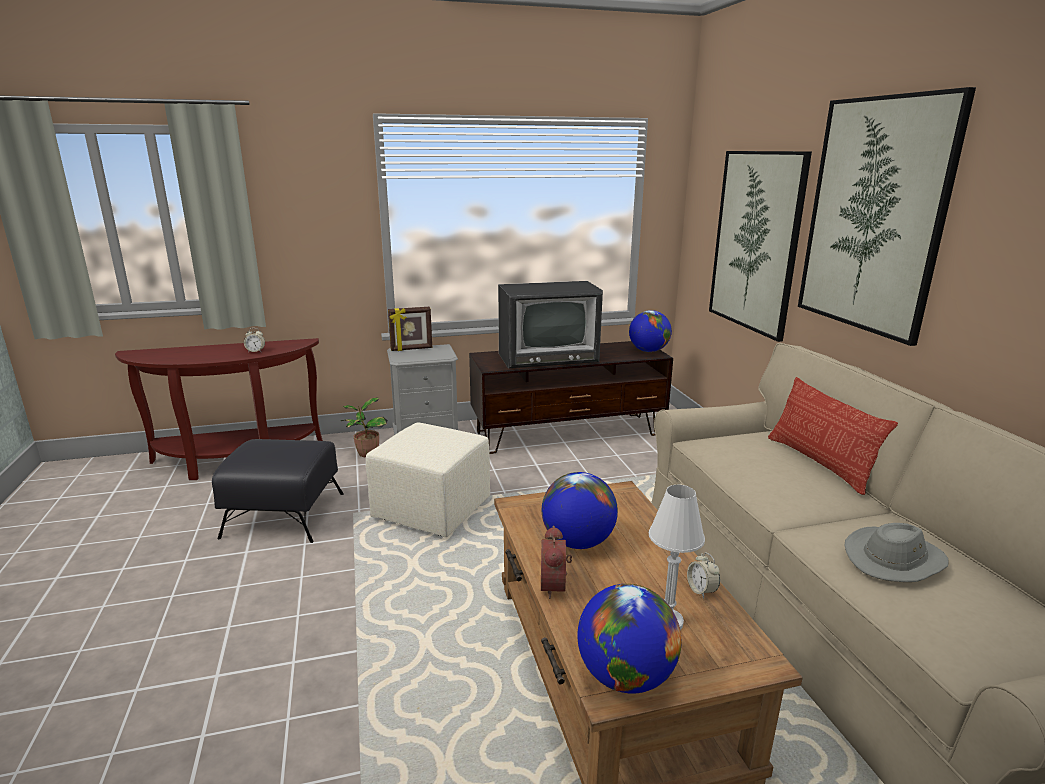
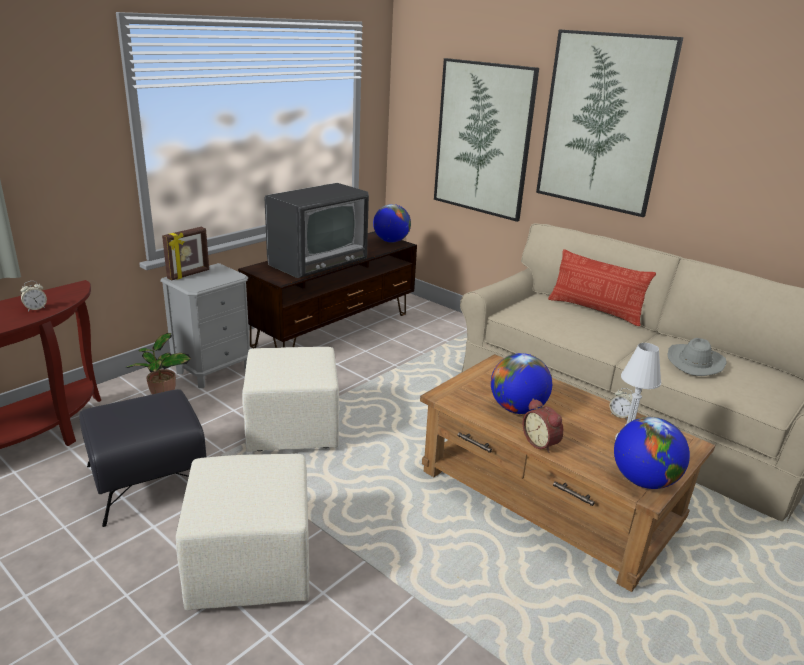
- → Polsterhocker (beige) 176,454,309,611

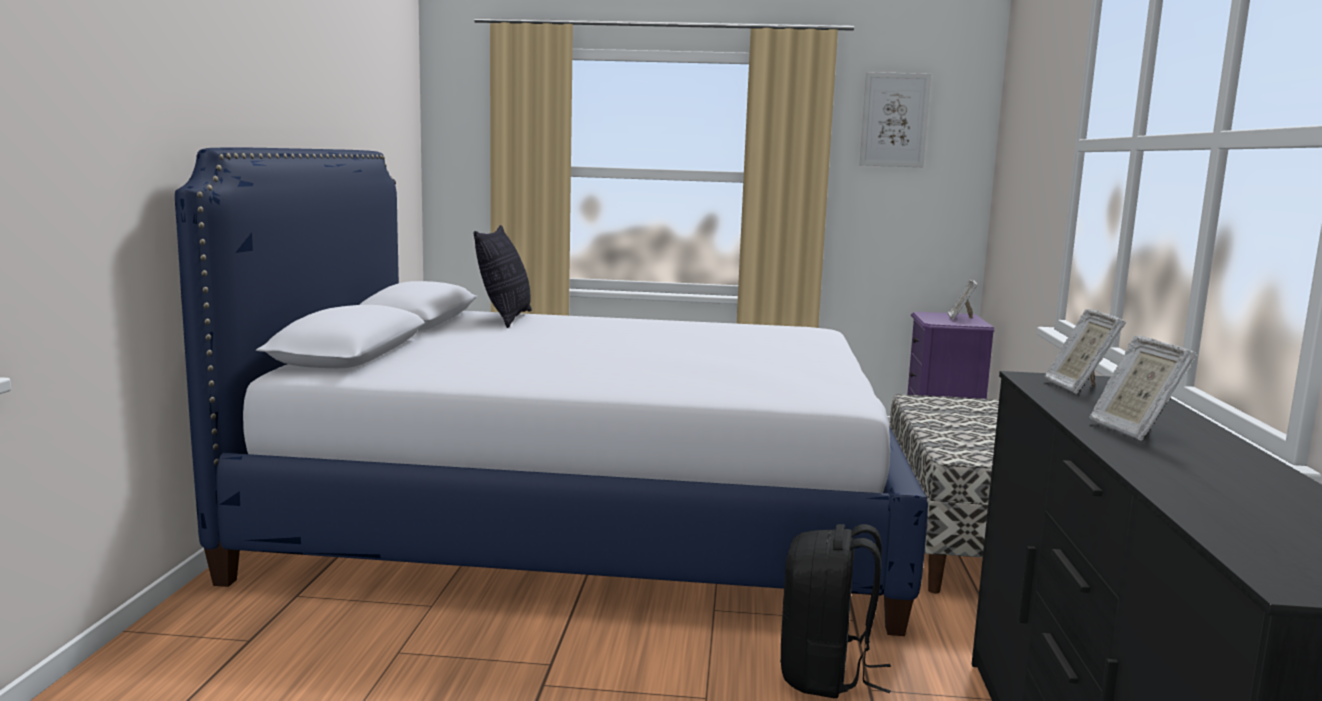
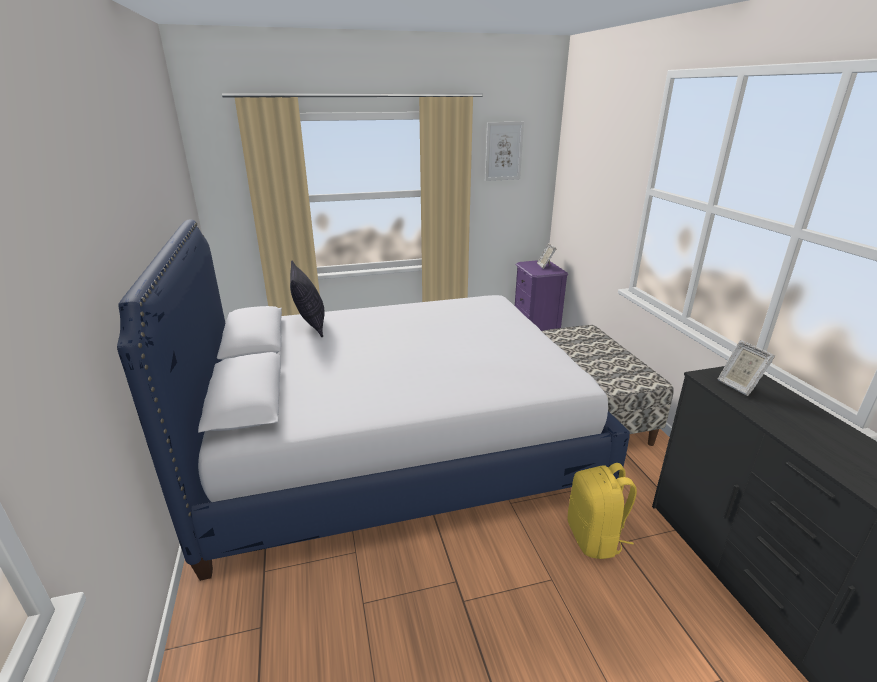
Rucksack (schwarz) 780,524,891,698 → Rucksack (gelb) 568,463,637,559
Bilderrahmen 1089,336,1196,441 → -

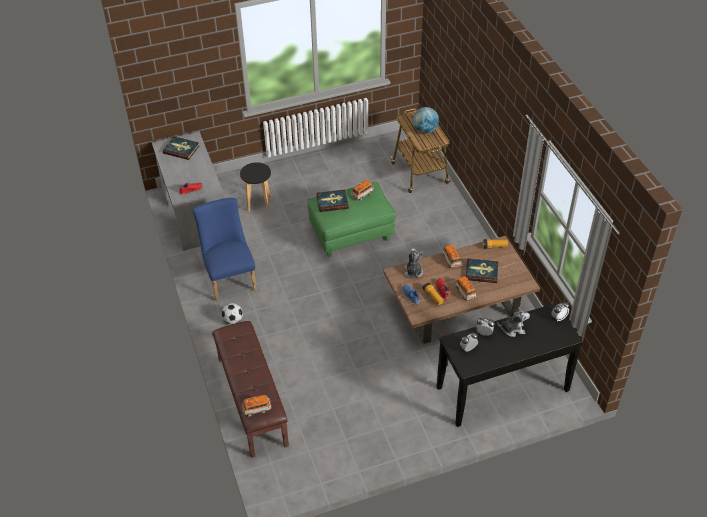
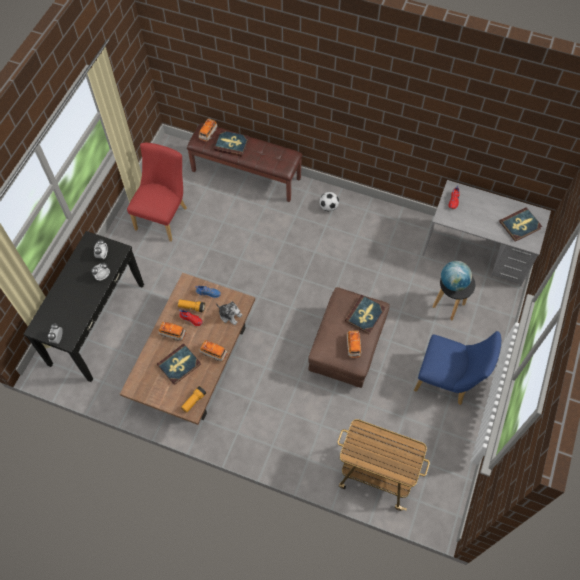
- → Stuhl (rot) 127,143,187,242
- → Buch 214,130,249,157
Polsterhocker (grün) 308,182,395,257 → Polsterhocker (braun) 308,287,390,388
Stuhl (blau) 193,198,257,302 → Stuhl (blau) 414,331,501,405, moved
Globus 413,107,439,133 → Globus 441,261,472,291, moved
Plüschtier 497,307,530,337 → -

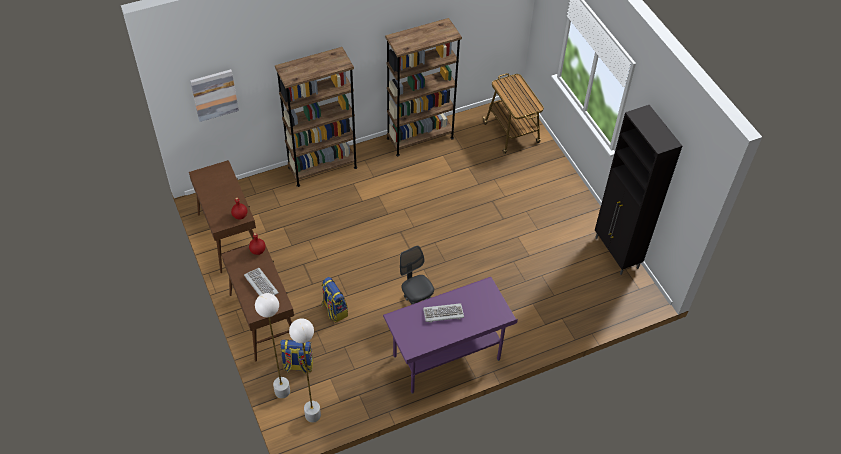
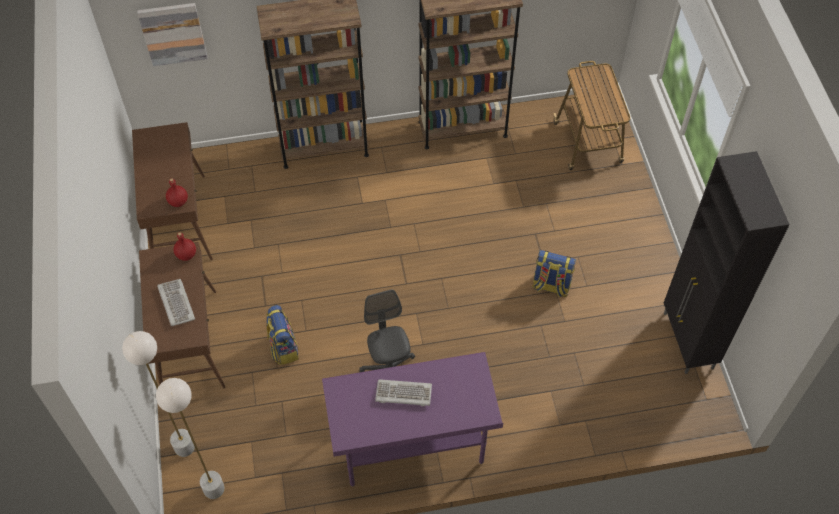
Rucksack 280,339,313,374 → Rucksack 532,250,576,298, moved

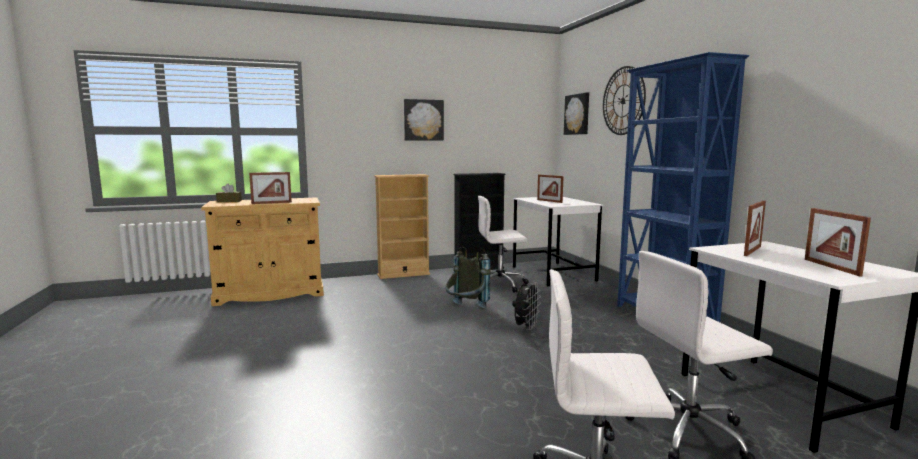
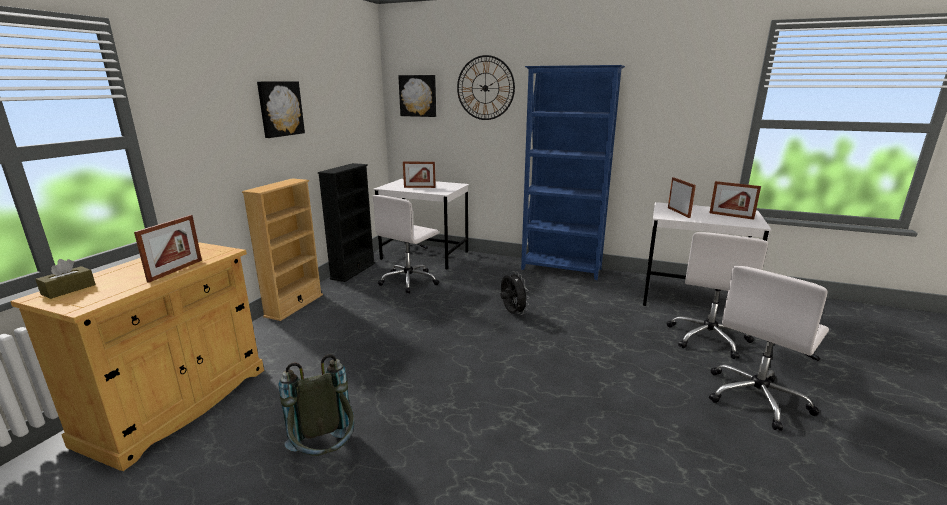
Rucksack (grau) 445,247,491,308 → Rucksack (grau) 279,354,355,456, moved

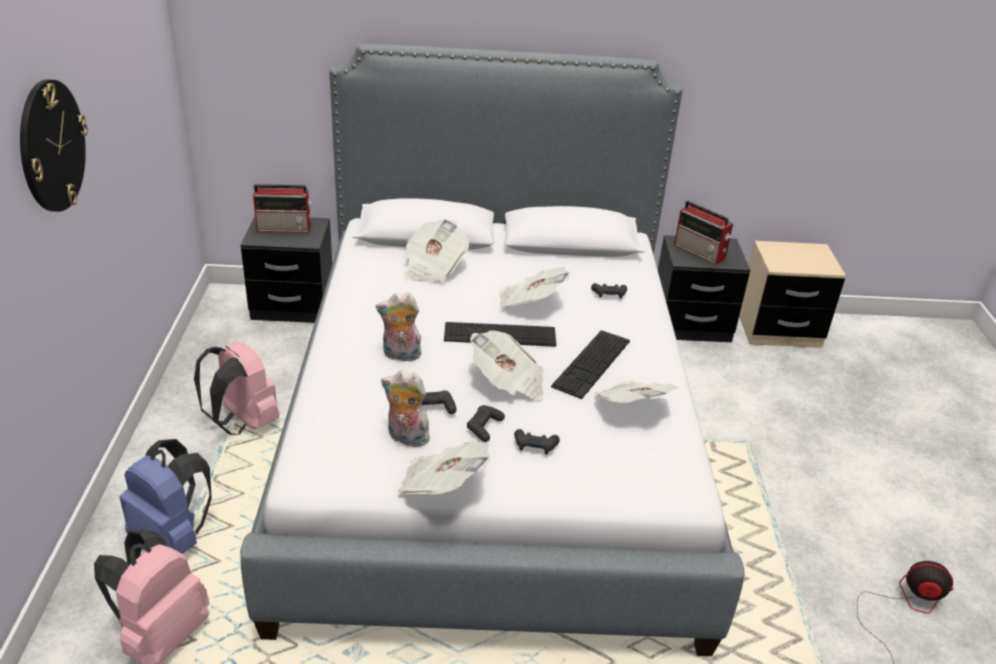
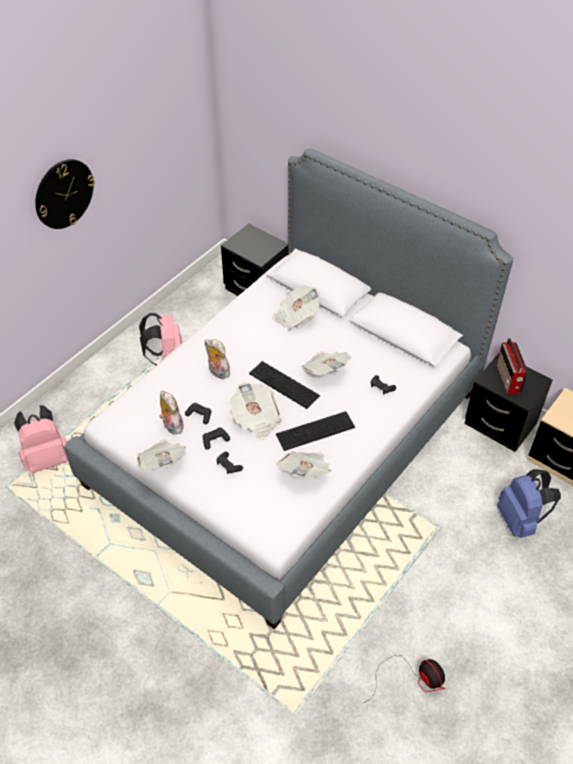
Rucksack (blau) 120,439,212,554 → Rucksack (blau) 497,469,561,538, moved
Radio 253,184,312,233 → -

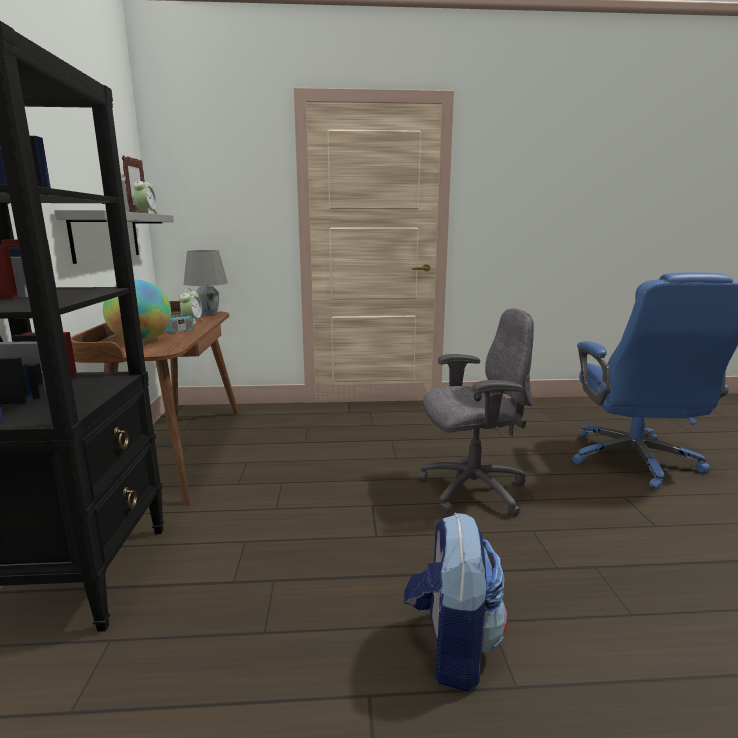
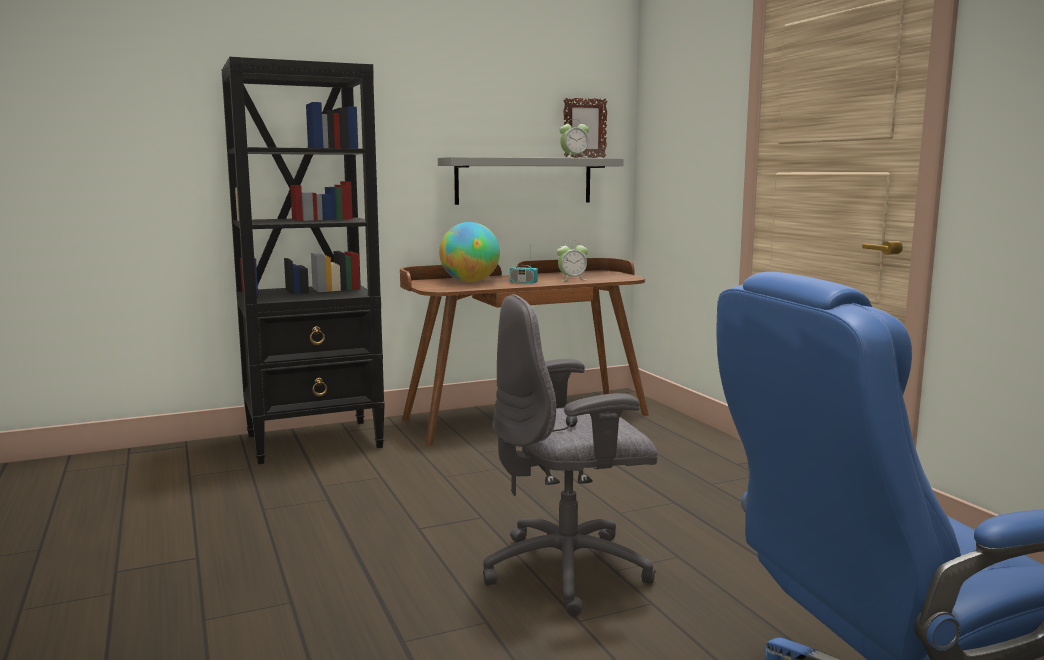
Bürostuhl (grau) 418,308,534,517 → Bürostuhl (grau) 483,294,658,616, 105 degrees clockwise
Tischlampe (grau) 184,250,228,316 → -
Rucksack 404,513,507,692 → -

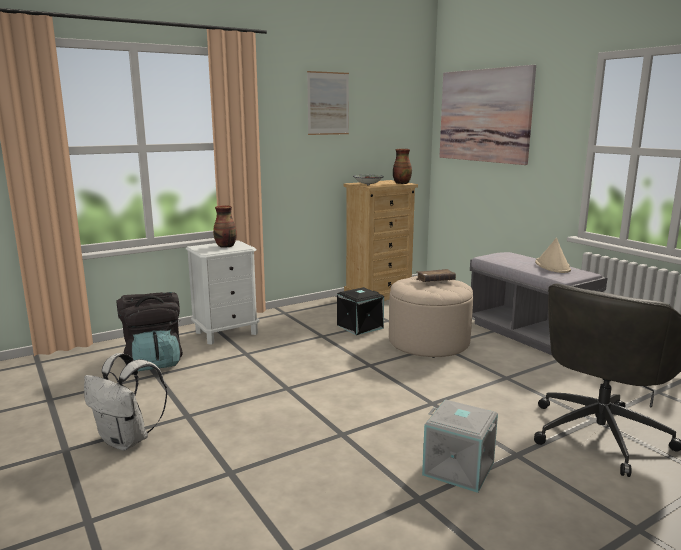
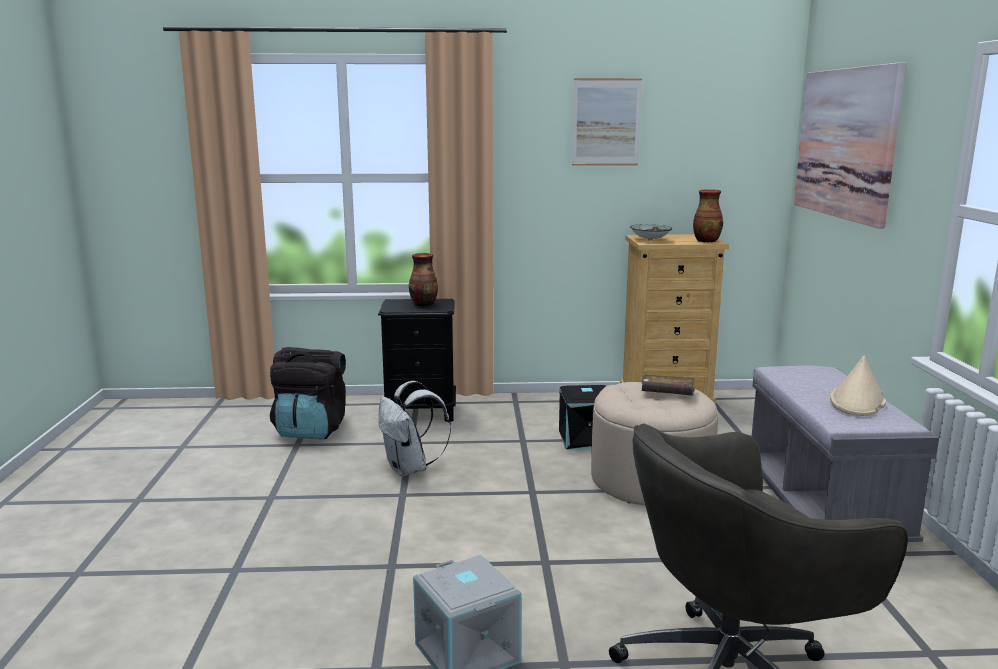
Nachttisch (weiß) 186,240,260,345 → Nachttisch (schwarz) 378,299,456,422
Rucksack (weiß) 84,353,167,451 → Rucksack (weiß) 378,381,451,477, moved

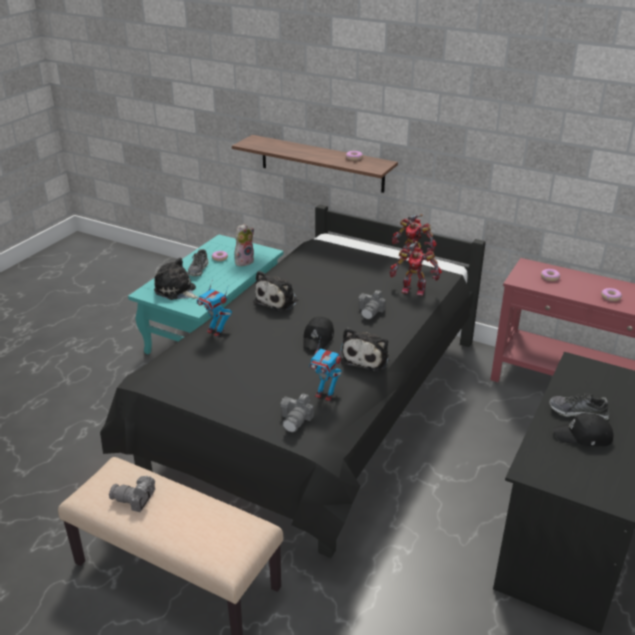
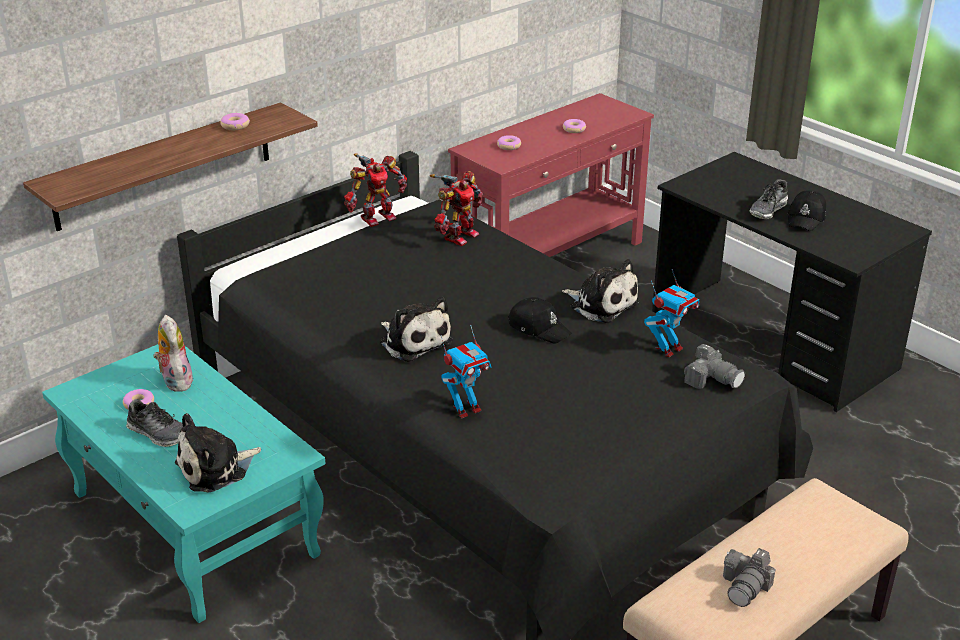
Kamera 358,290,386,319 → -

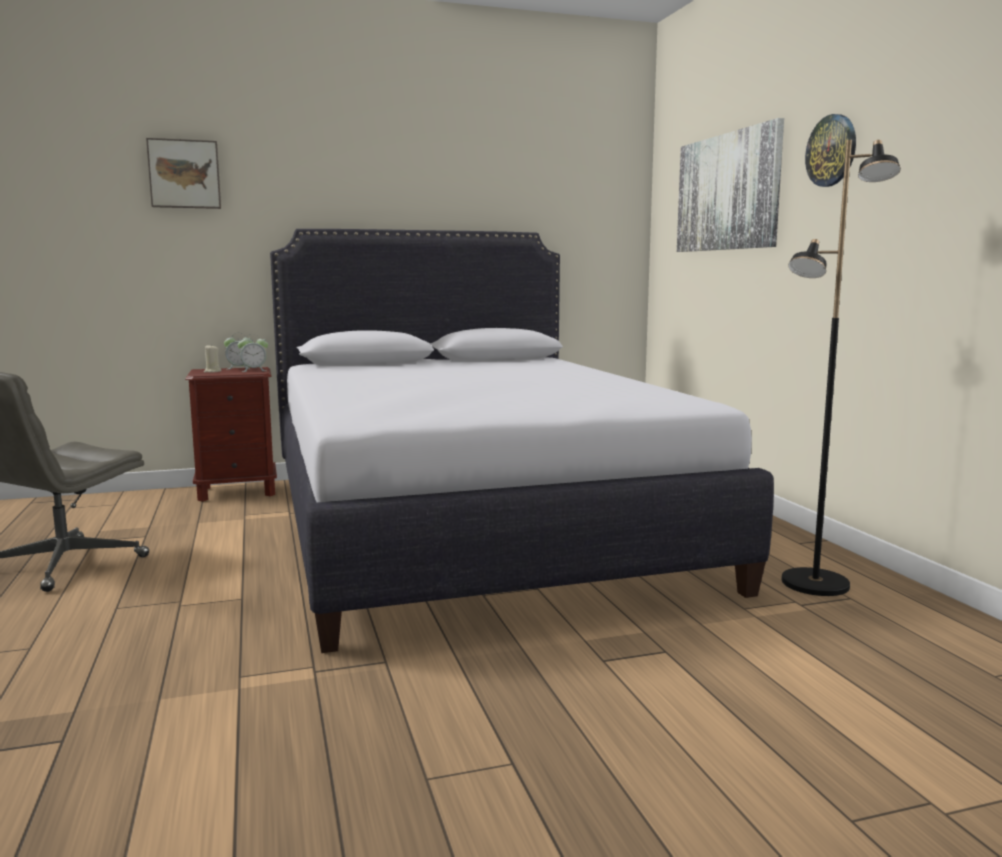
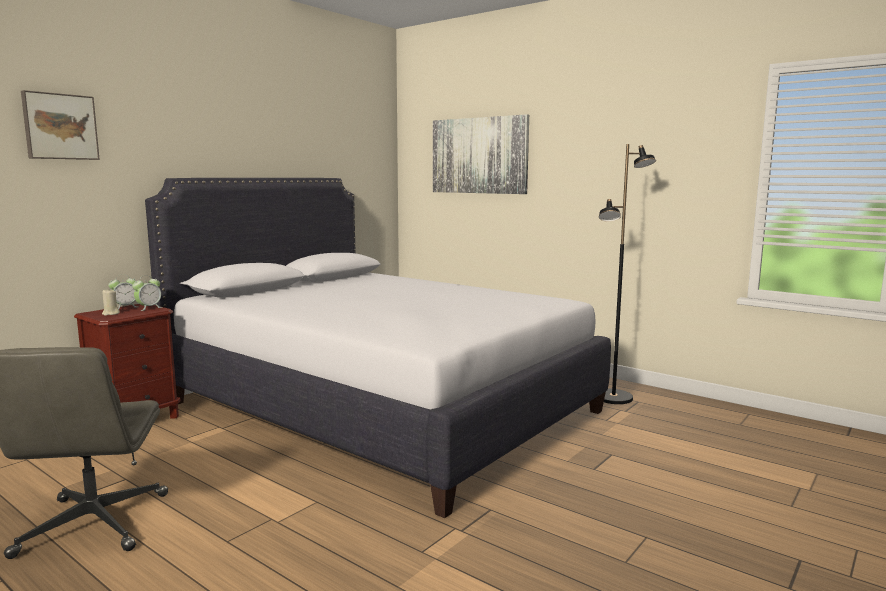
Wanduhr 805,114,856,187 → -

